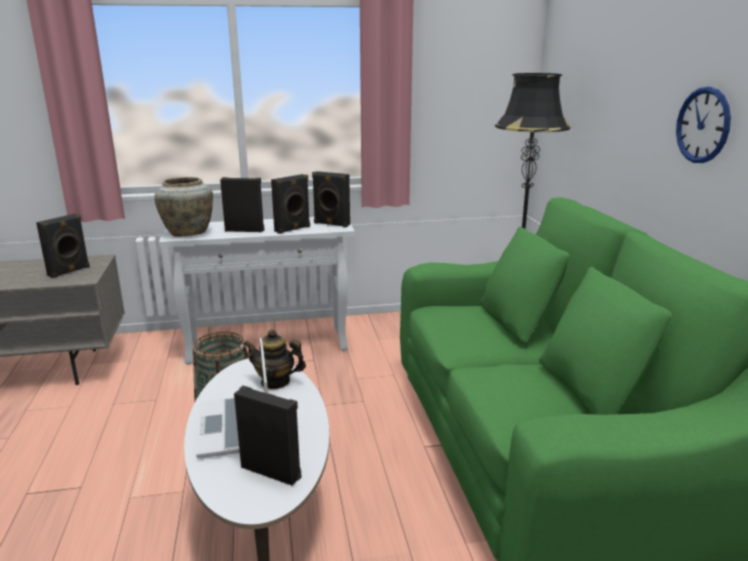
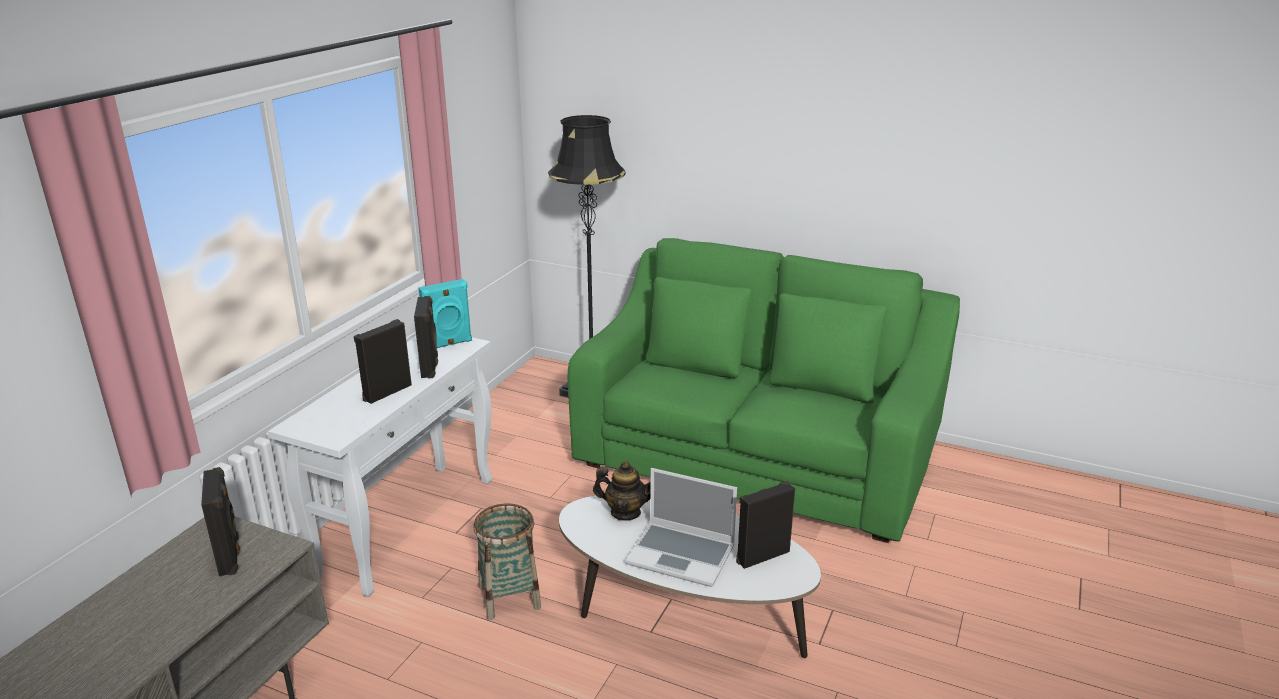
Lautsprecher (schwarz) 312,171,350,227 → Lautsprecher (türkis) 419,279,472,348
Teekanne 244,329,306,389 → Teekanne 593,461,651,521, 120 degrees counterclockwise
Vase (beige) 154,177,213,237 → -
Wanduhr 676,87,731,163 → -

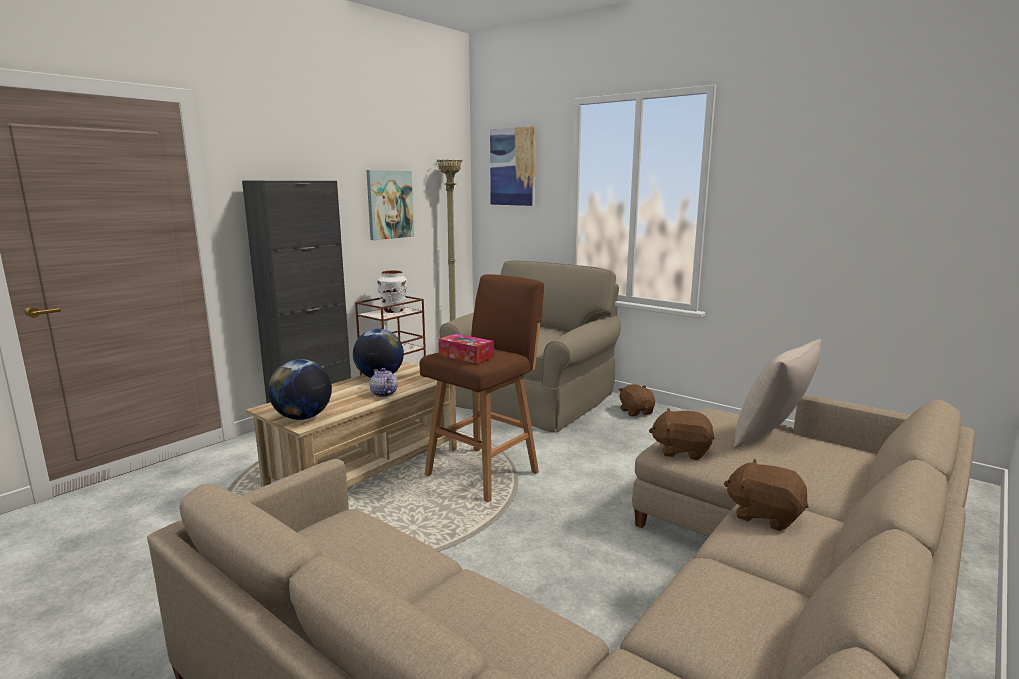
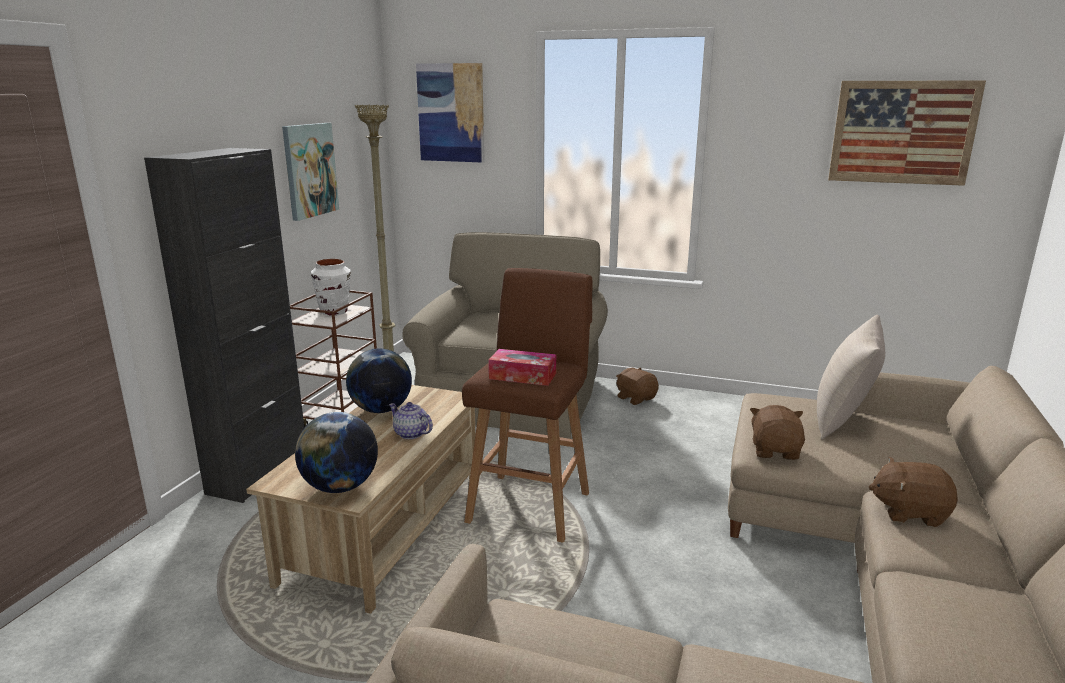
Plüschtier (braun) 649,408,715,460 → Plüschtier (braun) 750,405,805,460, 105 degrees clockwise
- → Bild 828,81,986,186

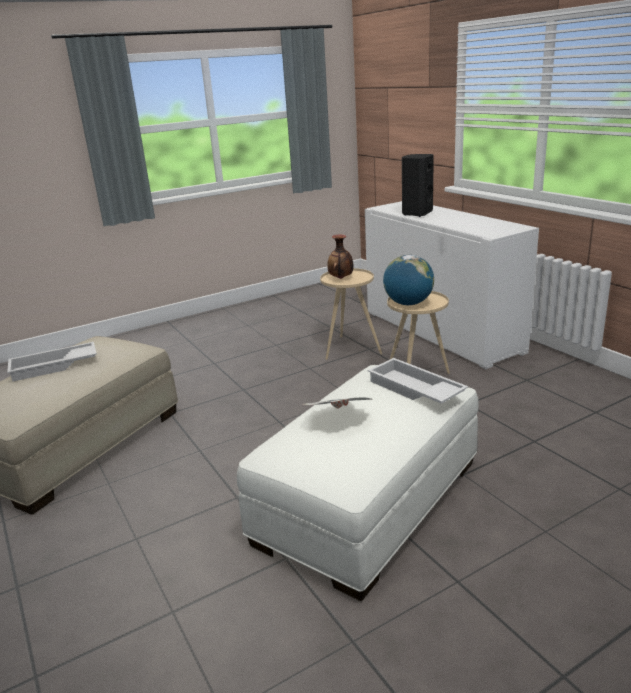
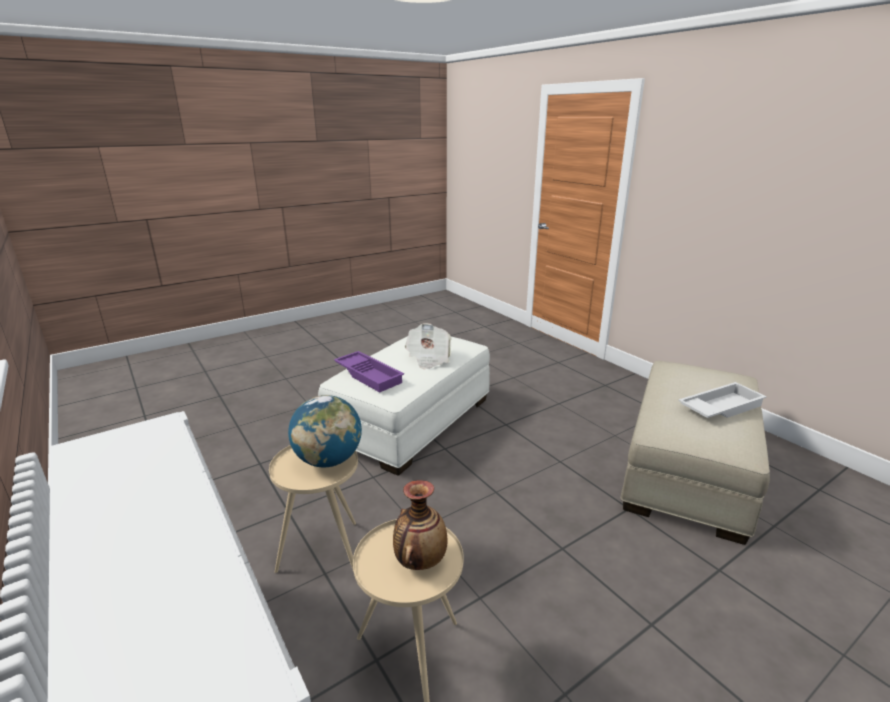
Tablett (weiß) 367,358,468,404 → Tablett (lila) 334,351,404,392
Lautsprecher (schwarz) 402,154,434,217 → -

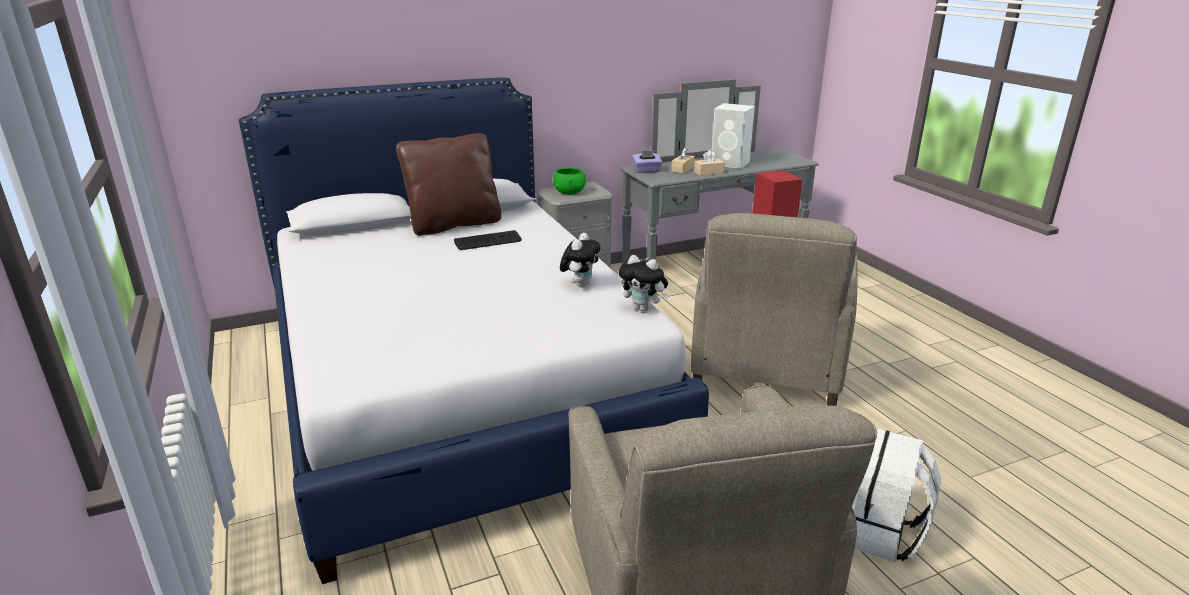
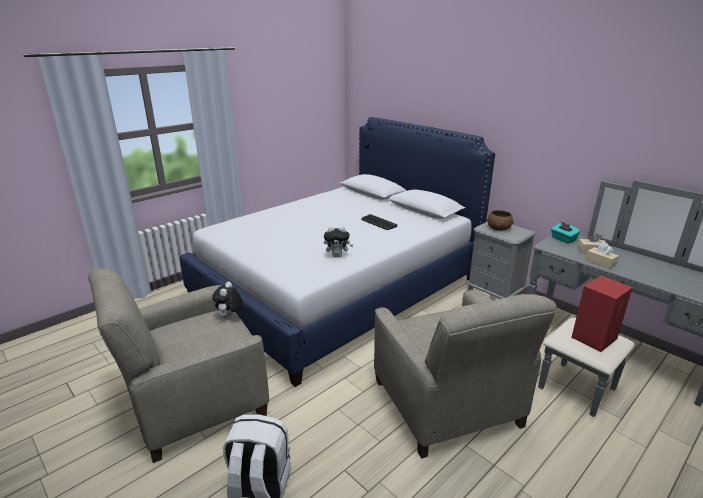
Plüschtier 619,255,668,311 → Plüschtier 212,281,243,318, moved
Sessel (beige) 691,213,857,406 → Sessel (beige) 374,290,556,459, 105 degrees counterclockwise
Schüssel (grün) 553,168,586,195 → Schüssel (braun) 487,210,514,231
Taschentuchbox (lila) 632,151,662,173 → Taschentuchbox (türkis) 551,222,580,244
Kissen (braun) 396,133,501,236 → -
Lautsprecher (weiß) 712,103,755,169 → -

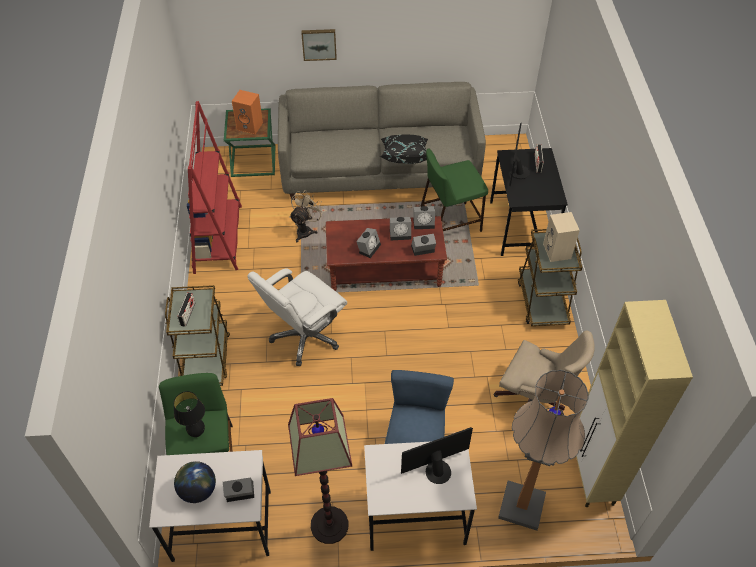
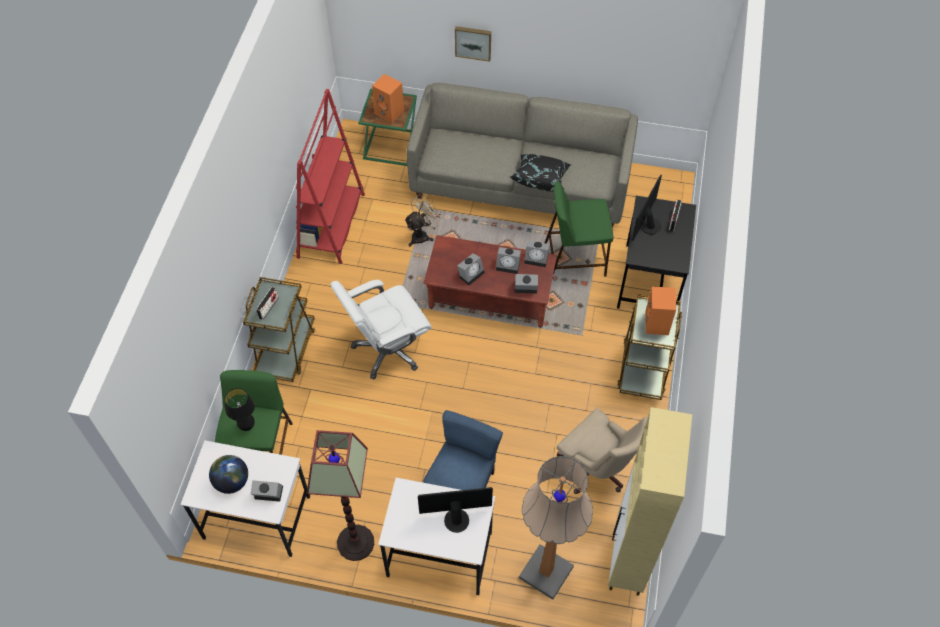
Lautsprecher (beige) 543,212,580,262 → Lautsprecher (orange) 645,286,676,335

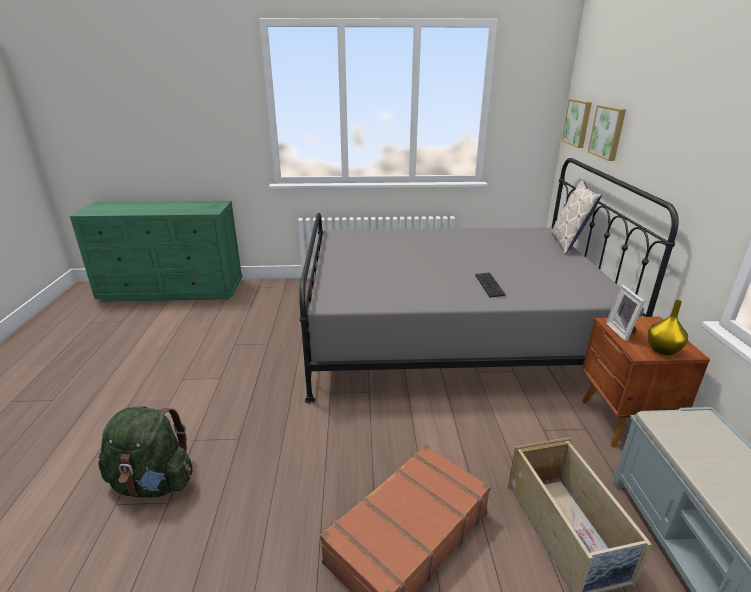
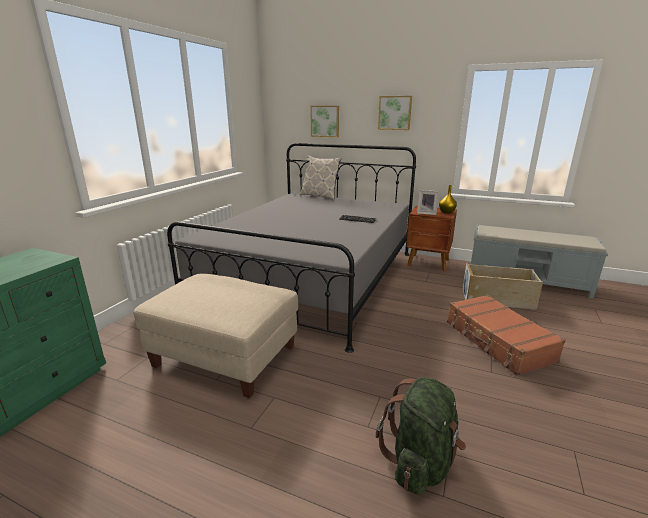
- → Polsterhocker (beige) 133,273,298,398
Bild 562,99,592,148 → Bild 378,96,412,130, moved

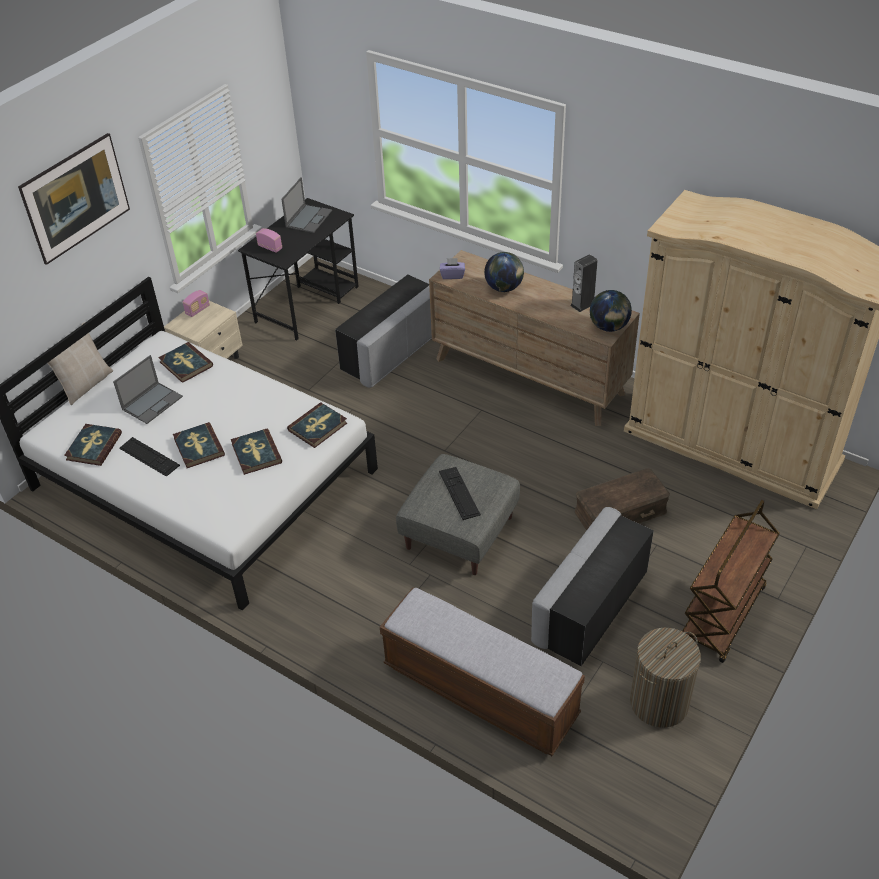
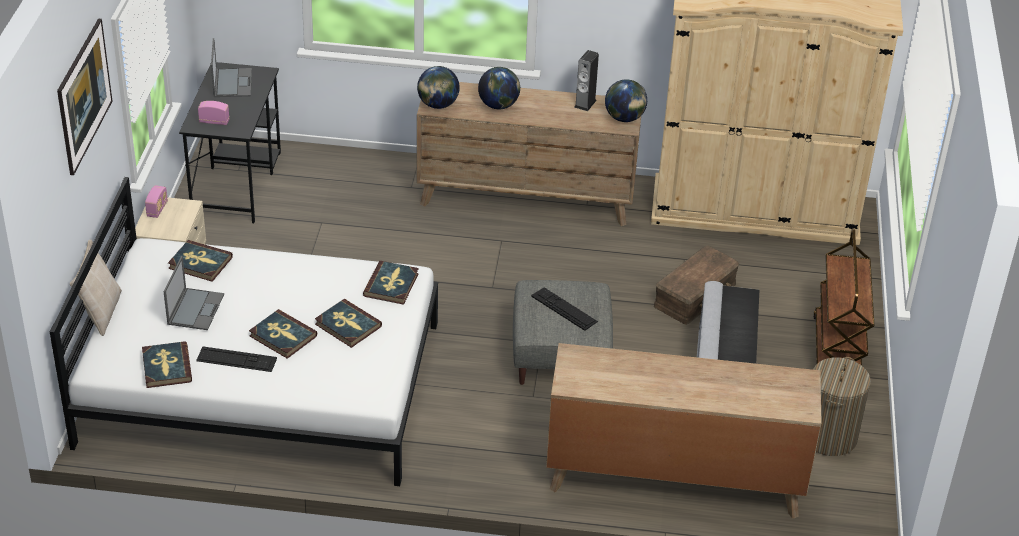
Taschentuchbox (lila) 440,258,465,279 → Globus 417,66,460,109
Bank 380,587,585,756 → Kommode (braun) 546,343,822,519
Polsterhocker (grau) 335,275,432,388 → -

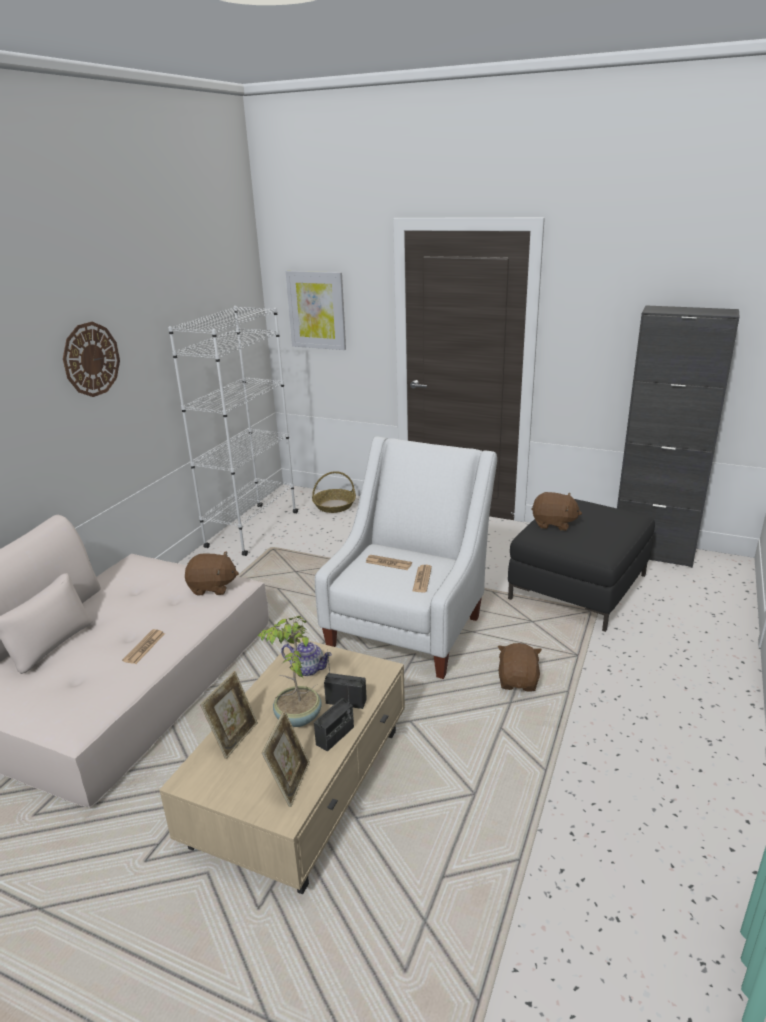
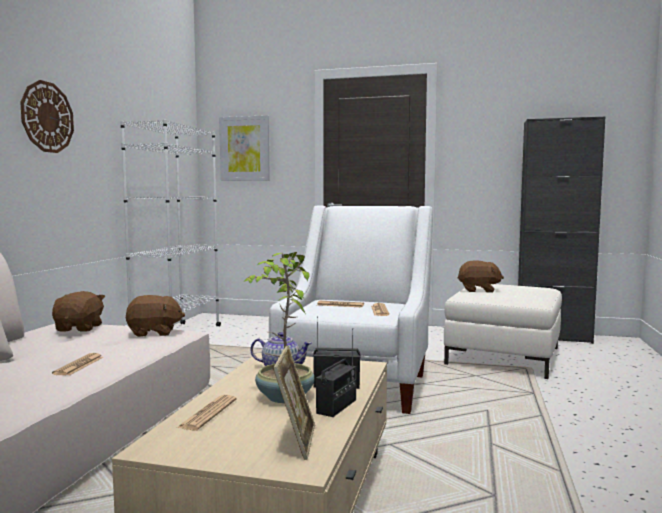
Plüschtier (braun) 498,643,542,692 → Plüschtier (braun) 52,291,105,332, moved
Bilderrahmen 200,671,258,759 → Zeitung 177,395,237,431
Polsterhocker (schwarz) 508,499,655,632 → Polsterhocker (weiß) 444,284,562,379
Korb 312,471,356,513 → -

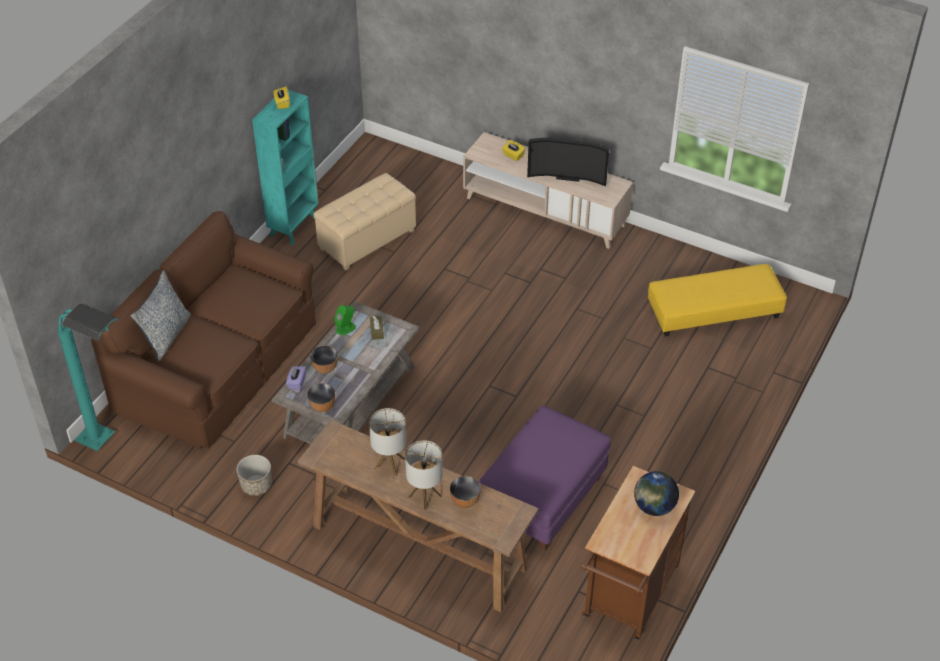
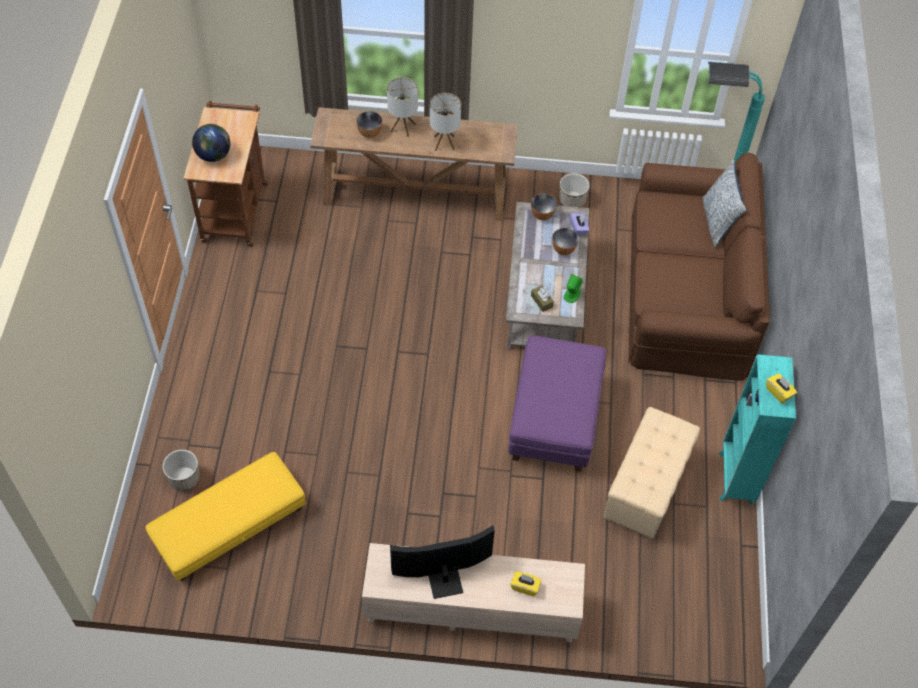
- → Pflanzkübel 163,450,200,491
Polsterhocker (lila) 479,406,611,551 → Polsterhocker (lila) 508,335,606,472, moved

